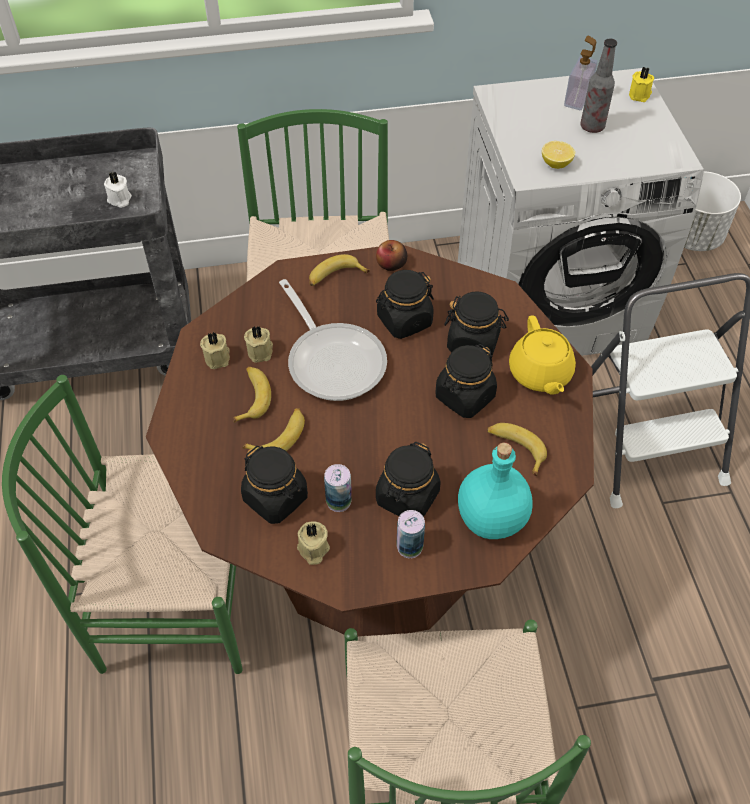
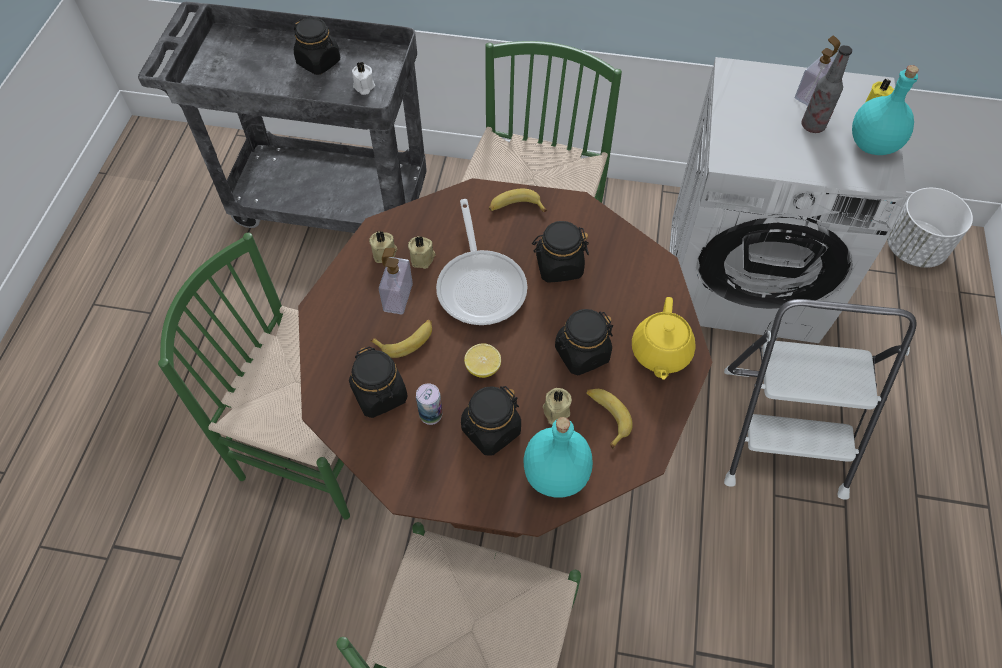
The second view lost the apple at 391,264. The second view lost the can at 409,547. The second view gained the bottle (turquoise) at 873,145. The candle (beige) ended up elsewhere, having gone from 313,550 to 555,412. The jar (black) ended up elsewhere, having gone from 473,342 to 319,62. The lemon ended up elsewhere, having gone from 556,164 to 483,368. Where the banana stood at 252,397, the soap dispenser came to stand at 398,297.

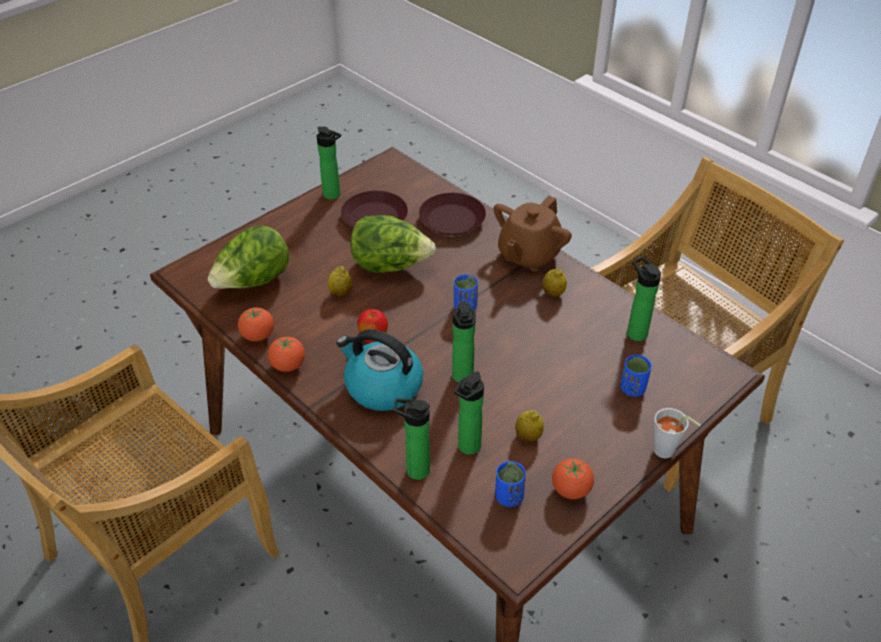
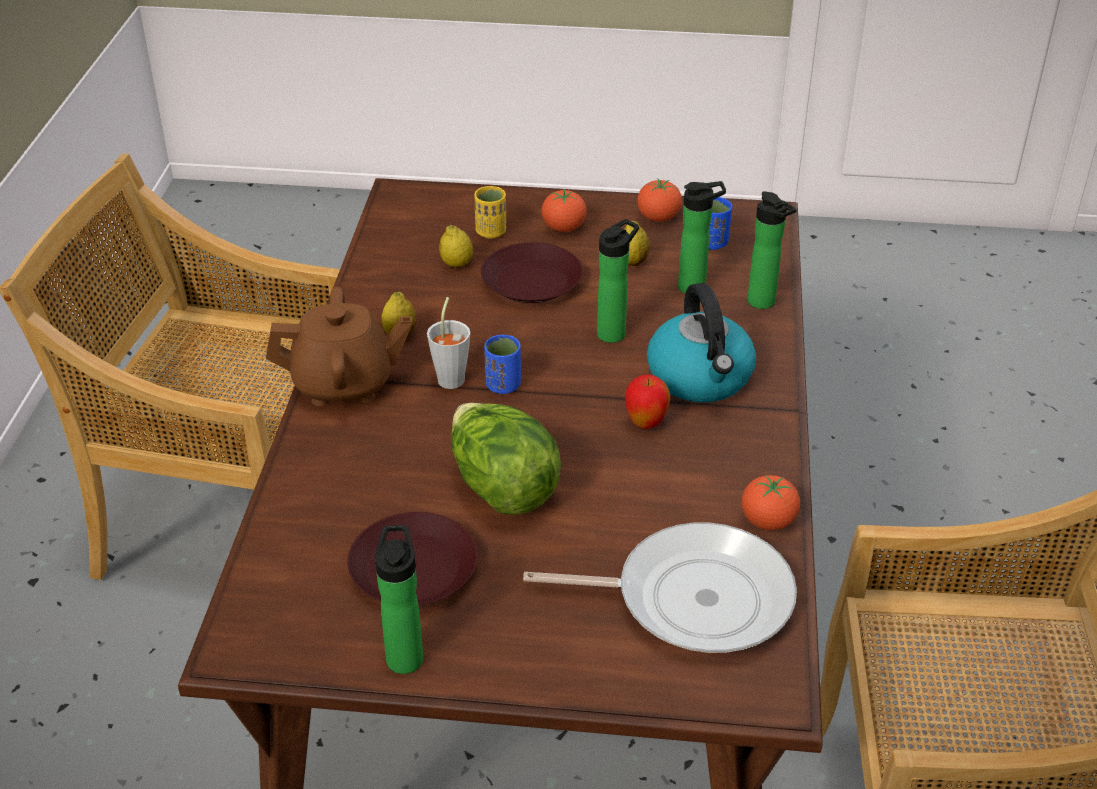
The second view lost the bottle at 634,332. The tomato ended up elsewhere, having gone from 288,365 to 563,228. The lemon ended up elsewhere, having gone from 341,293 to 456,264. The plate (brown) ended up elsewhere, having gone from 452,219 to 530,282. The cup (grey) ended up elsewhere, having gone from 667,453 to 452,376. Where the lettuce stood at 253,282, the frying pan came to stand at 693,598. What was the cup (blue) at 632,389 turned into the cup (yellow) at 491,232.

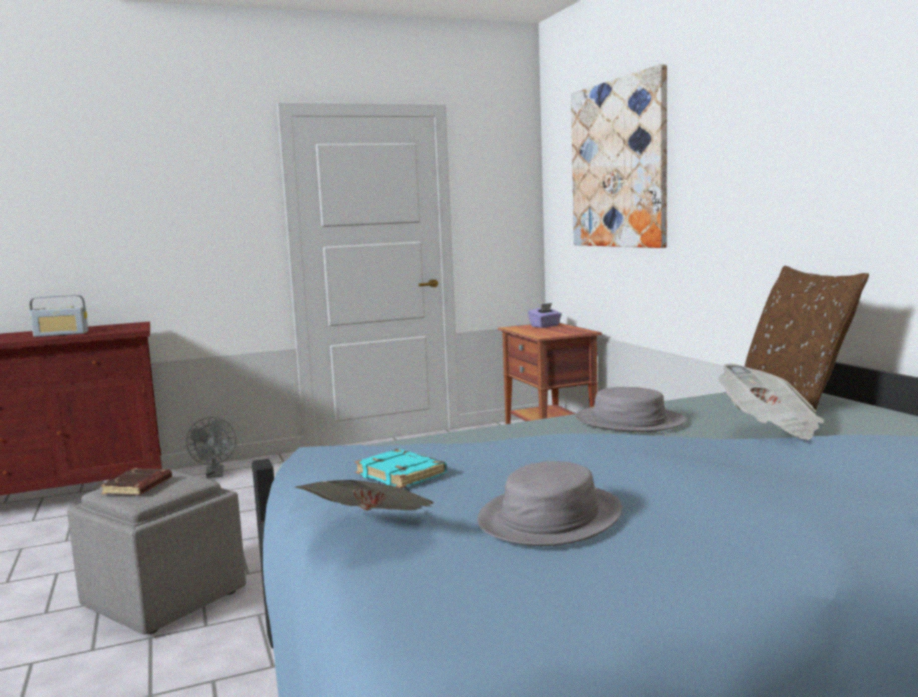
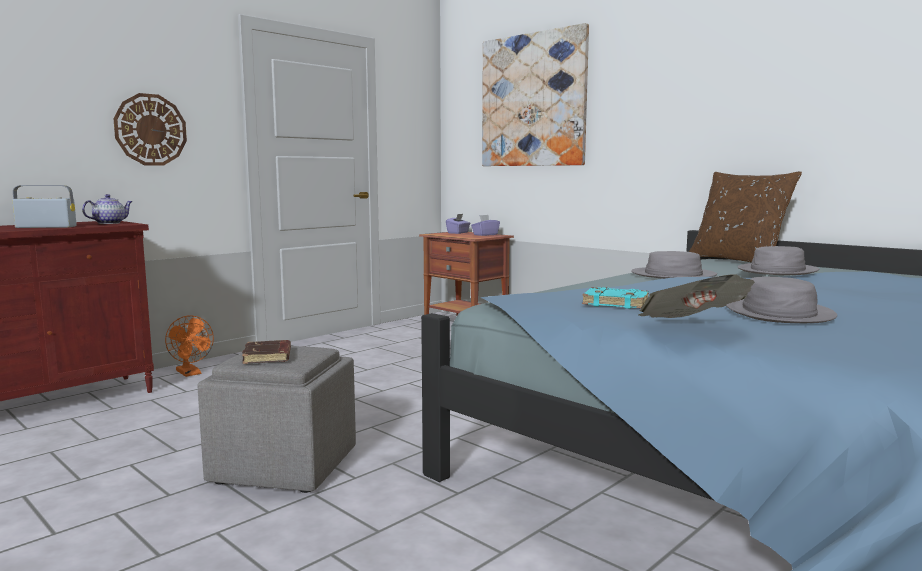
The second view gained the teapot at 110,223. The second view gained the wall clock at 150,130. The second view gained the tissue box (purple) at 485,235. Where the newspaper stood at 770,427, the hat (grey) came to stand at 777,271. What was the fan (grey) at 215,475 turned into the fan (orange) at 190,373. The radio at 61,334 ended up facing another way, 150 degrees counterclockwise from before.

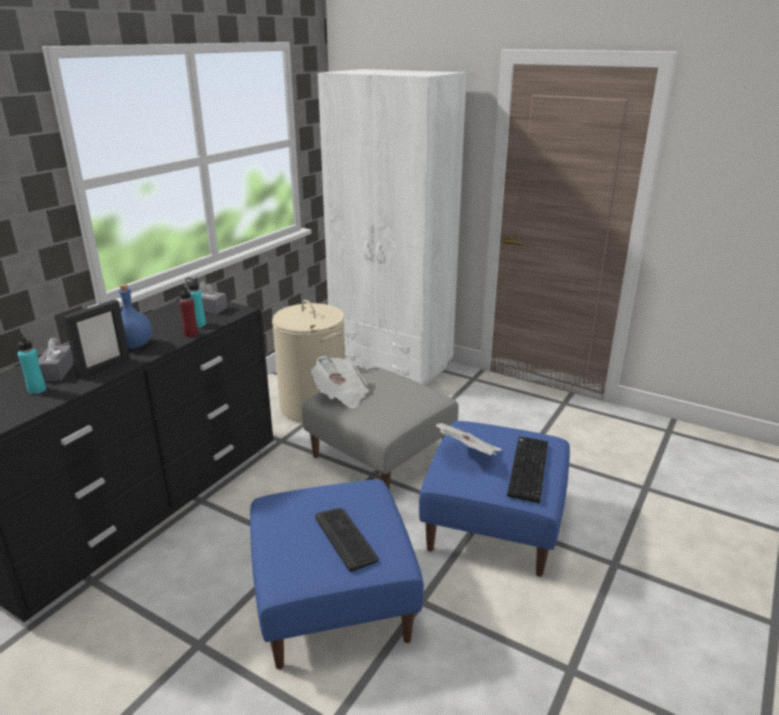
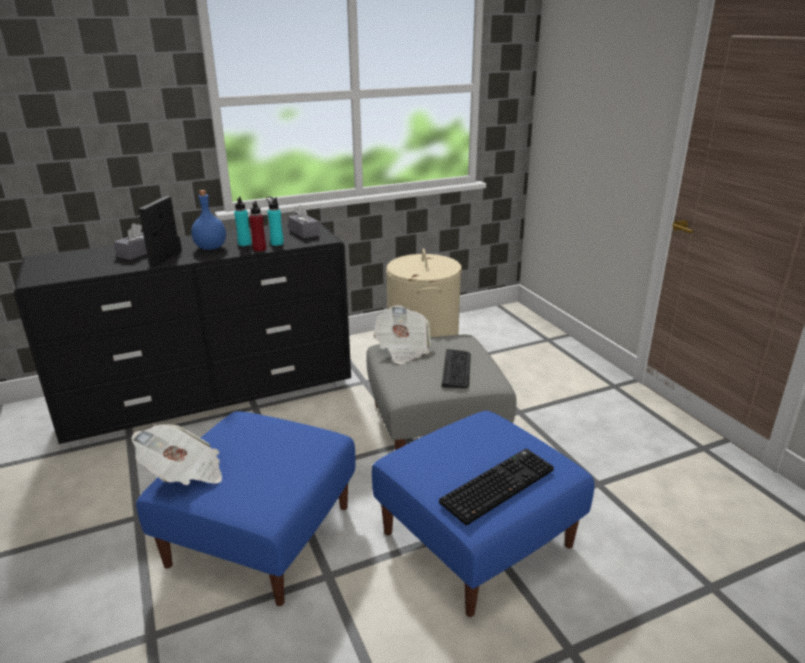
The second view lost the wardrobe (white) at 392,366. The bottle (turquoise) ended up elsewhere, having gone from 37,390 to 244,244. The keyboard ended up elsewhere, having gone from 346,538 to 456,369. The newspaper ended up elsewhere, having gone from 469,454 to 184,473. The picture frame at 104,368 ended up facing another way, 120 degrees clockwise from before.

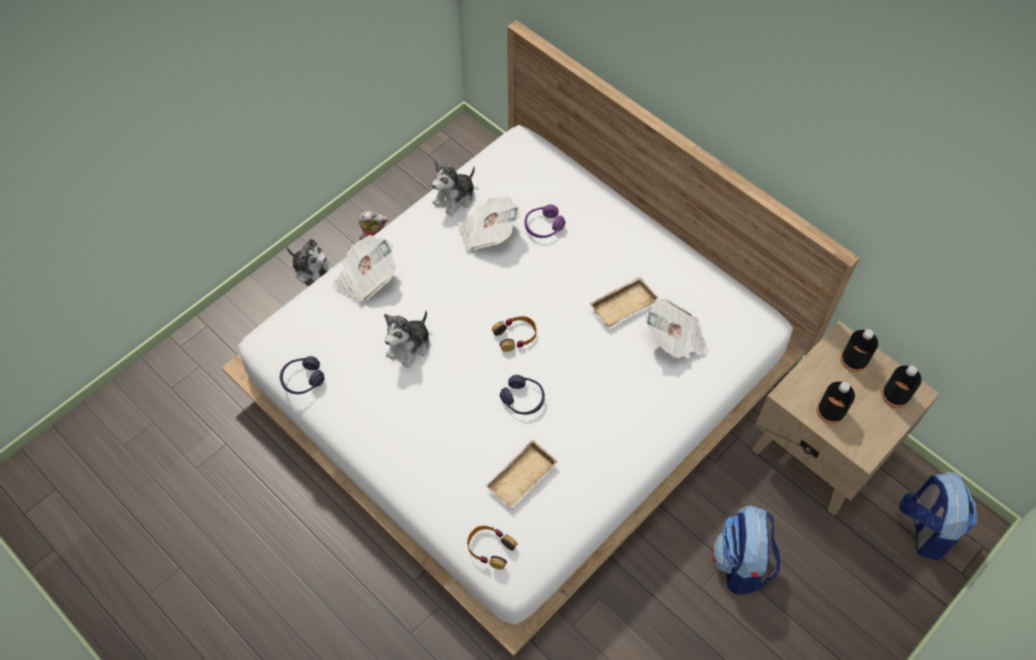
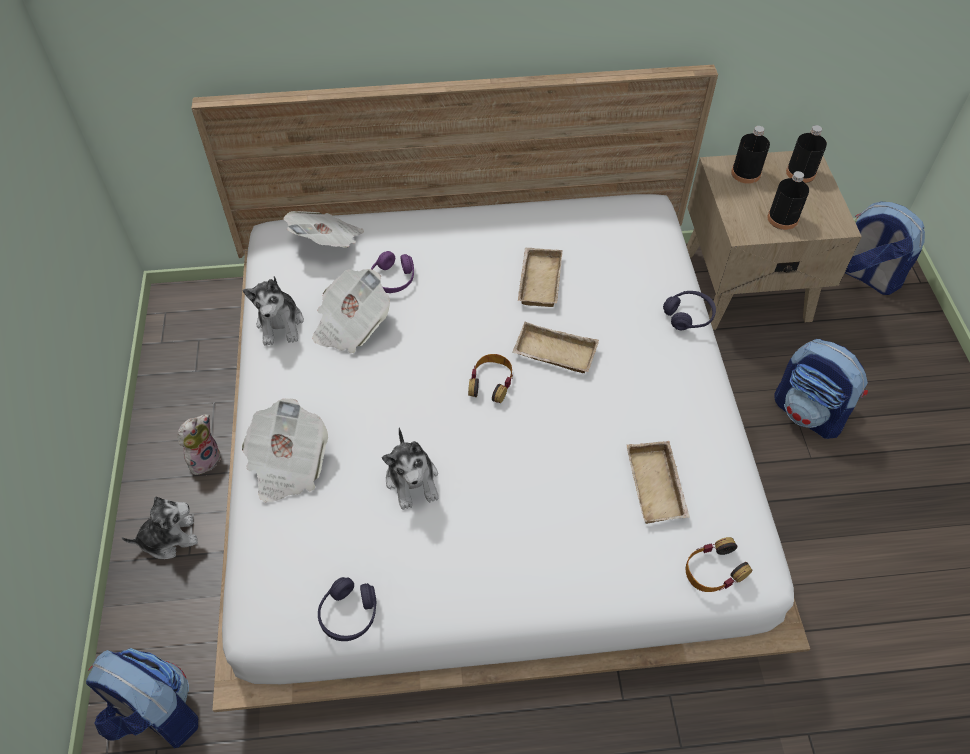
The second view gained the backpack at 156,715. The second view gained the tray (beige) at 553,354. The headphones (purple) ended up elsewhere, having gone from 523,399 to 688,316. The newspaper ended up elsewhere, having gone from 675,340 to 328,242.

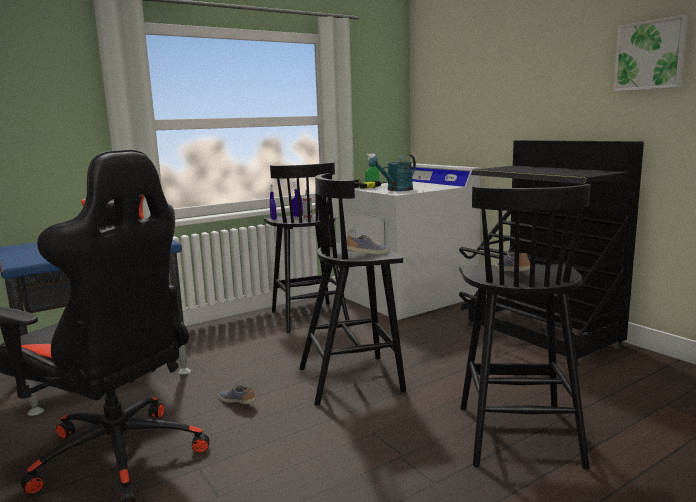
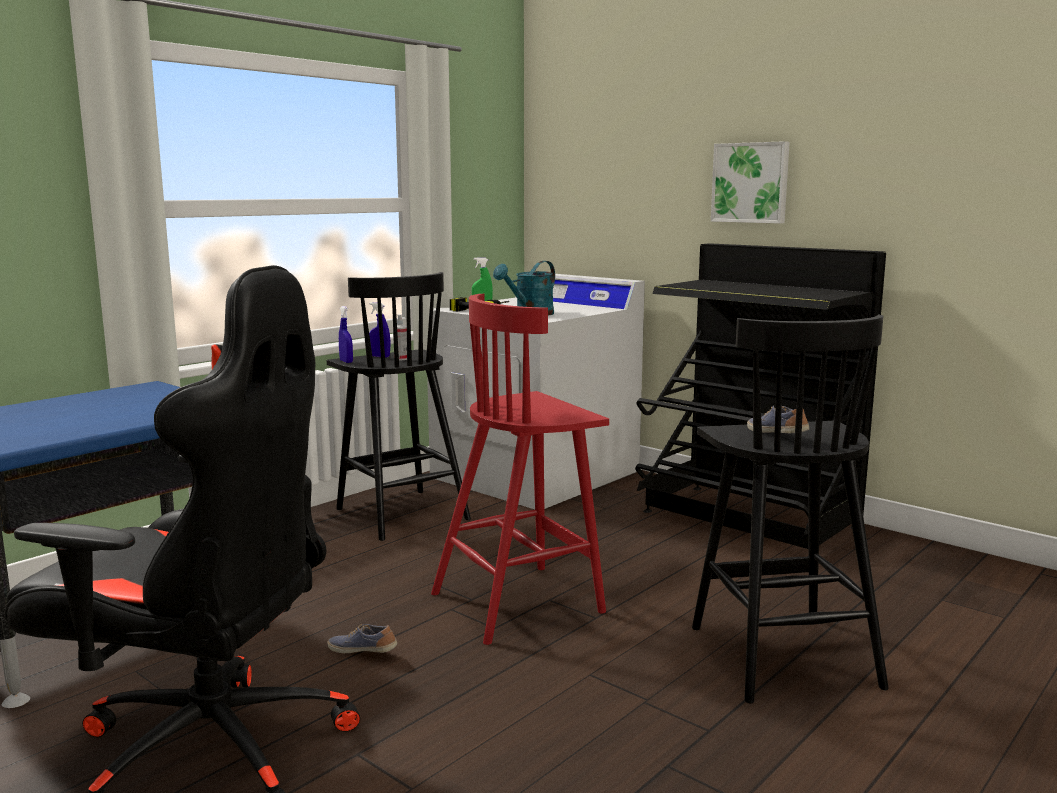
The second view lost the shoe at 368,255. The picture ended up elsewhere, having gone from 651,55 to 751,183. What was the stool (black) at 354,378 turned into the stool (red) at 522,601.

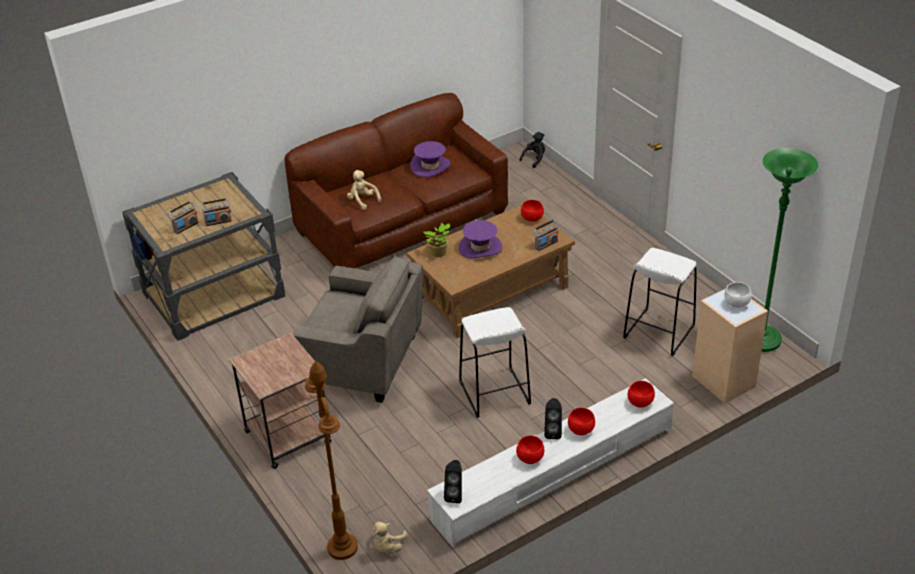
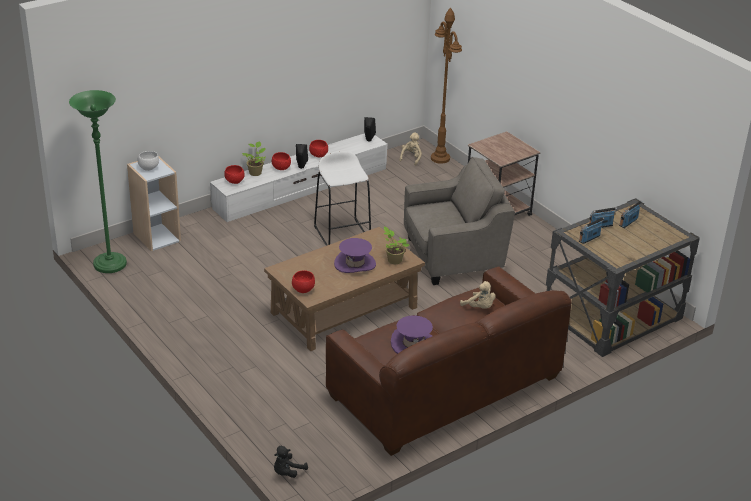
The second view lost the stool (white) at 658,332. The second view gained the potted plant at 255,172. The radio ended up elsewhere, having gone from 546,244 to 589,238. The armchair (grey) at 363,362 ended up facing another way, 150 degrees clockwise from before.

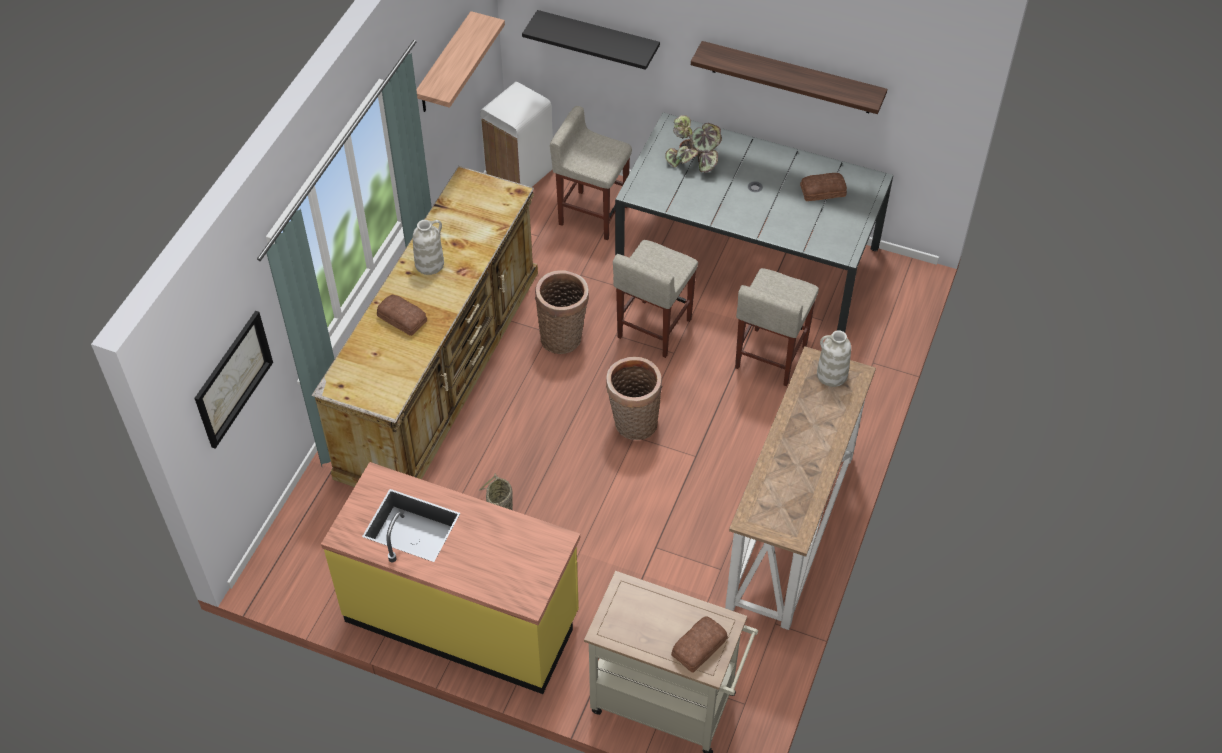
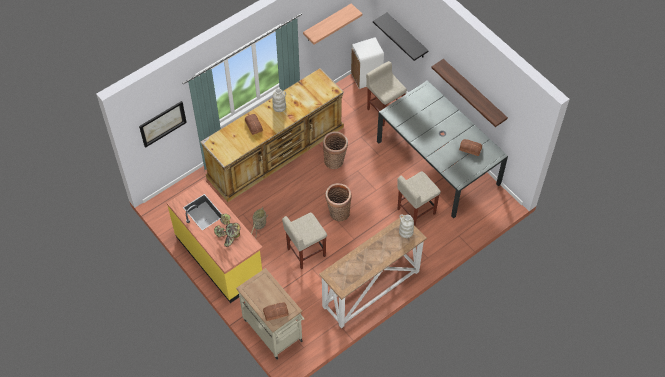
The stool (beige) ended up elsewhere, having gone from 653,329 to 305,252. The potted plant ended up elsewhere, having gone from 694,160 to 229,236.

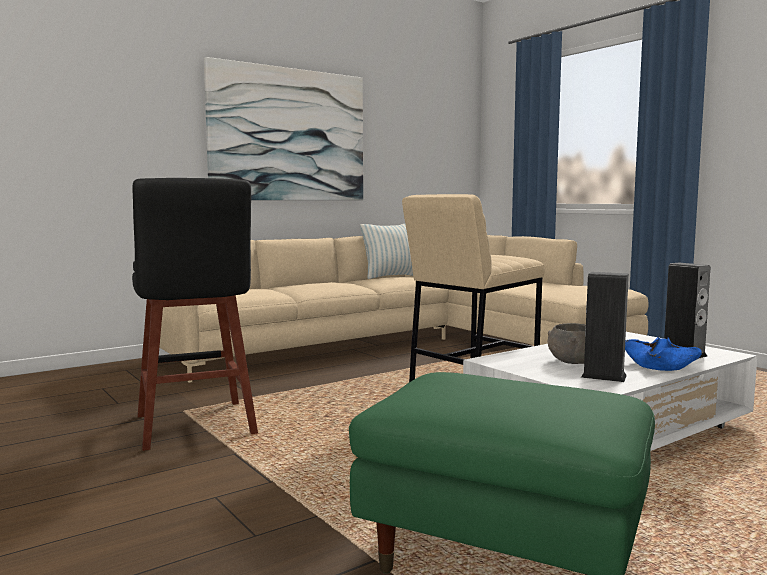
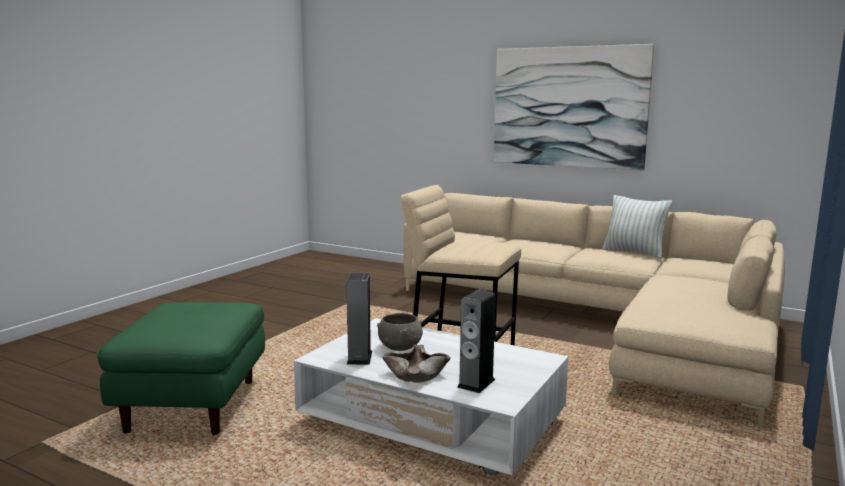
The second view lost the stool (black) at 194,426. What was the bowl (blue) at 660,365 turned into the bowl (beige) at 415,375.

